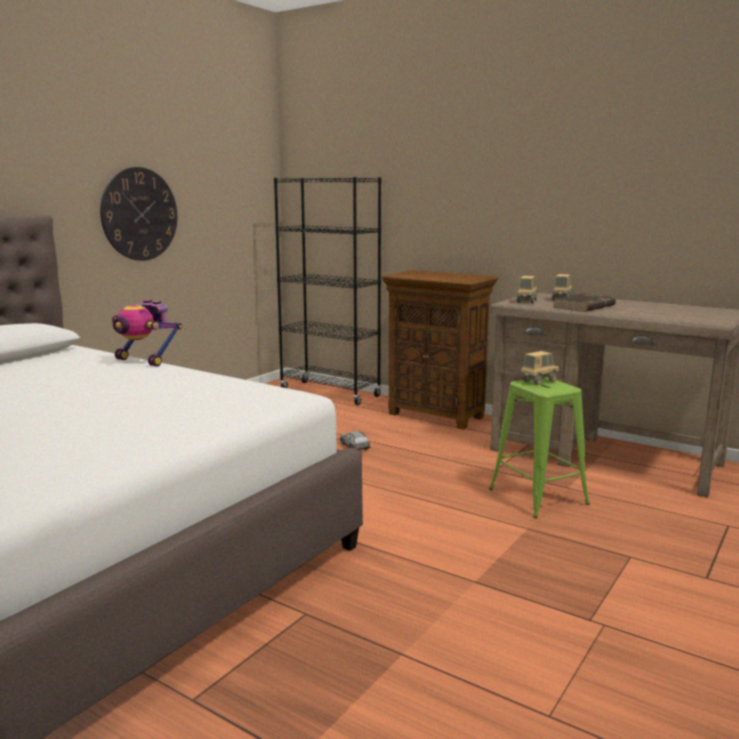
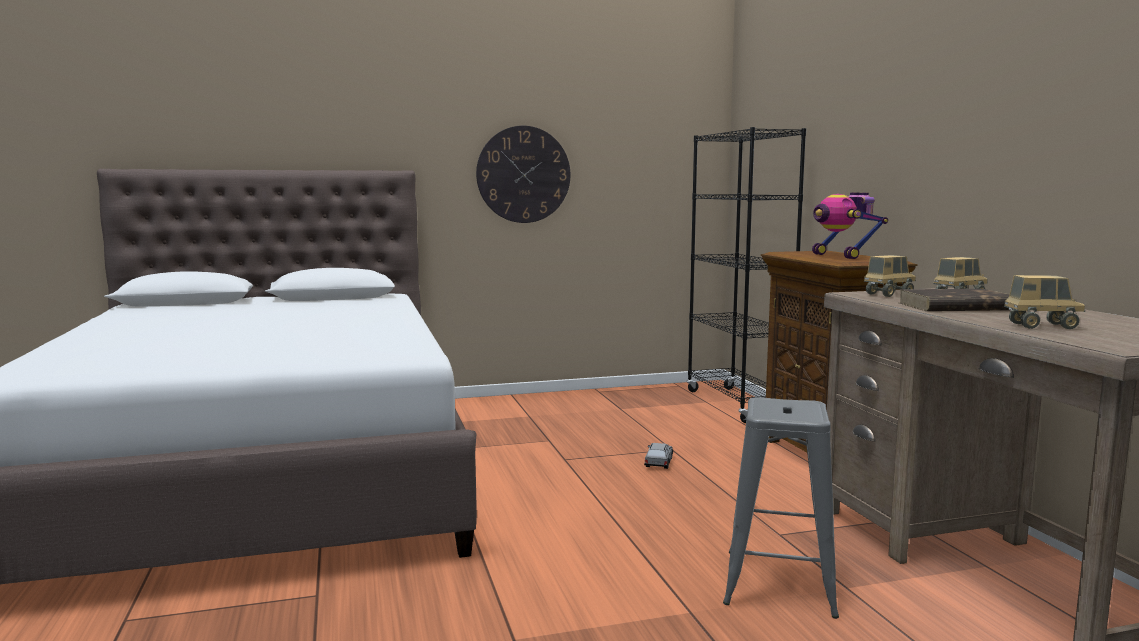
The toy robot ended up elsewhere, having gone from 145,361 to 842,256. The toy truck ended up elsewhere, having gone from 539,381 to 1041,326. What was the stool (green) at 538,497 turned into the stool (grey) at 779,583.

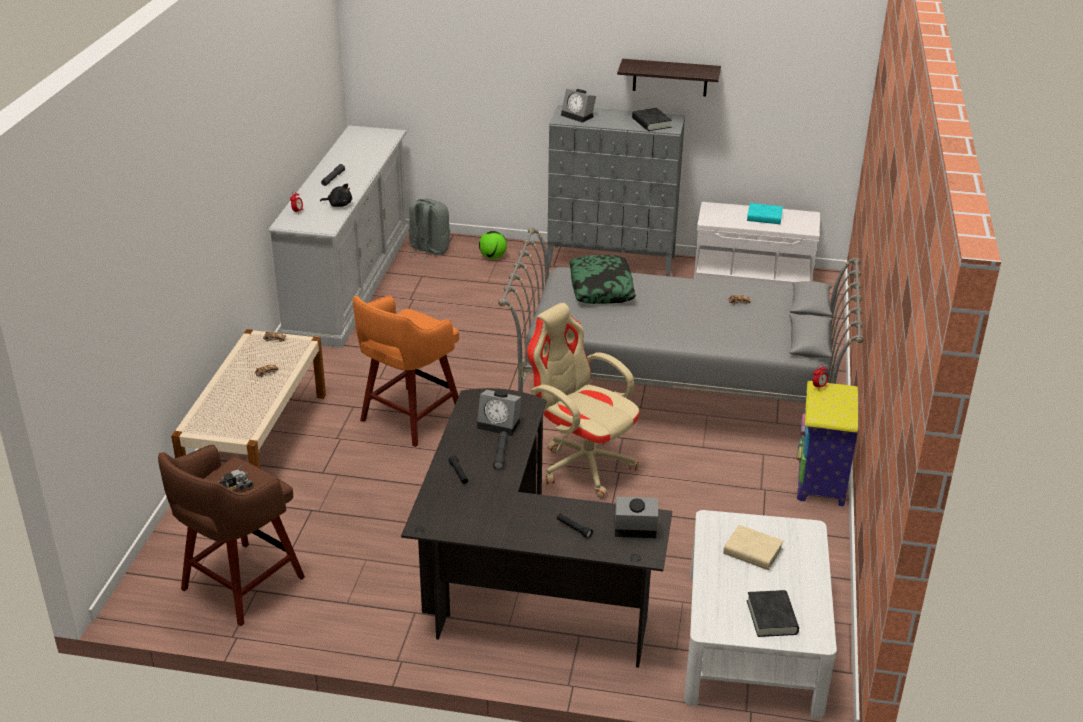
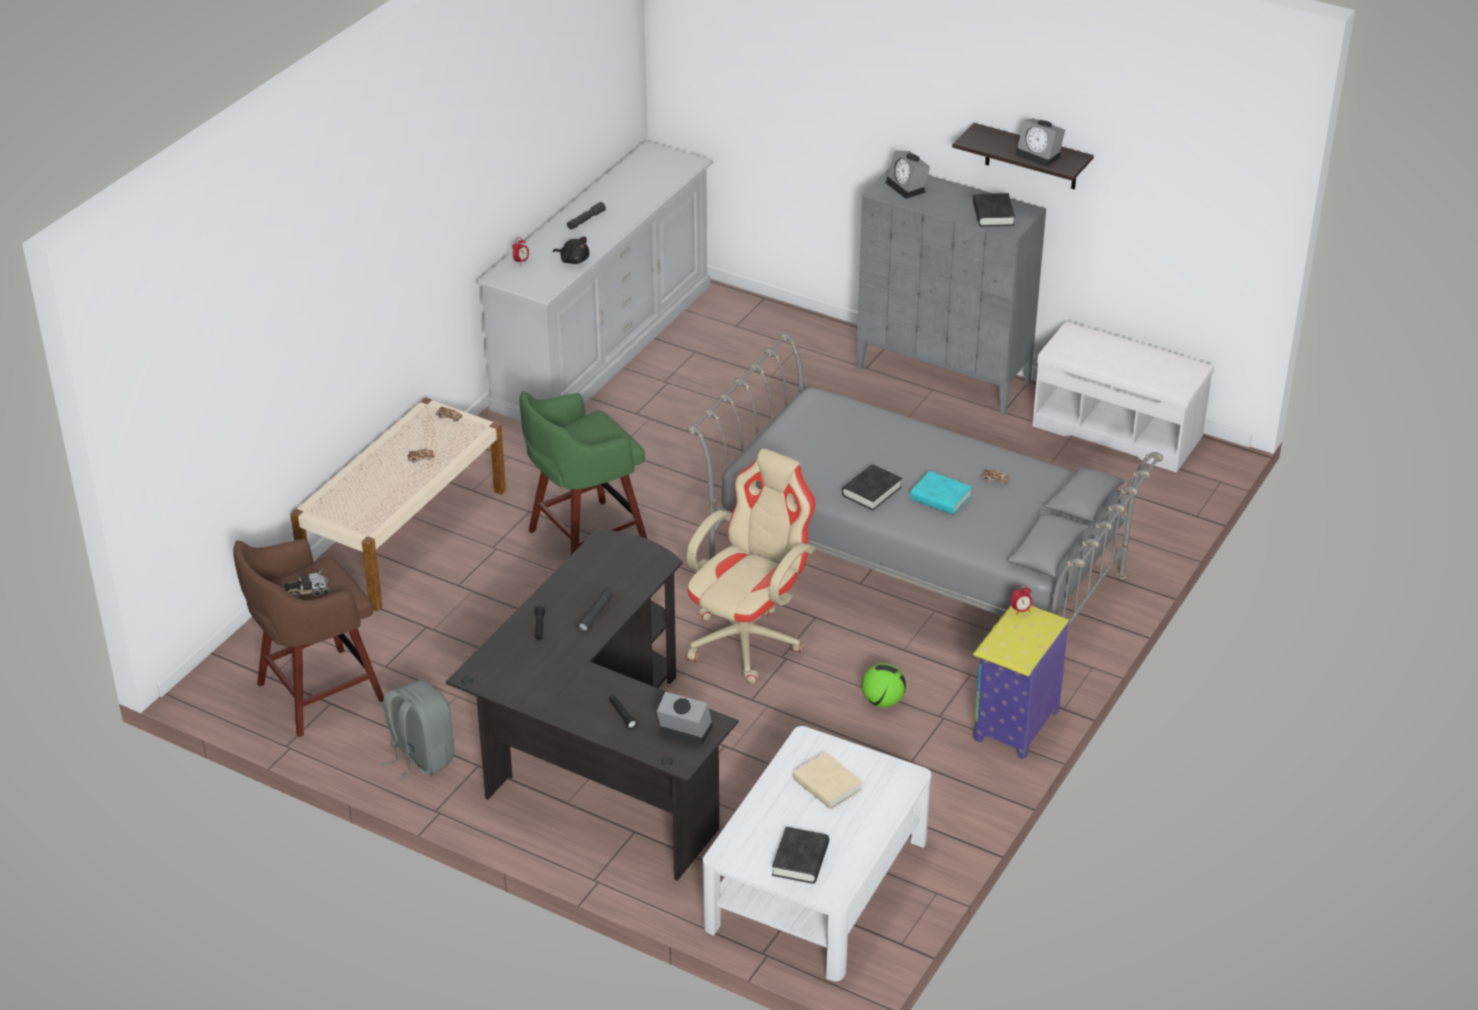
The second view lost the pillow at 601,288. The second view gained the book (black) at 871,491. The backpack (grey) ended up elsewhere, having gone from 428,250 to 420,757. The alarm clock ended up elsewhere, having gone from 500,424 to 1040,155. The football ended up elsewhere, having gone from 493,257 to 883,701. The book (turquoise) ended up elsewhere, having gone from 764,217 to 940,498. What was the stool (orange) at 409,418 turned into the stool (green) at 584,539. The office chair (beige) at 581,463 ended up facing another way, 60 degrees clockwise from before.

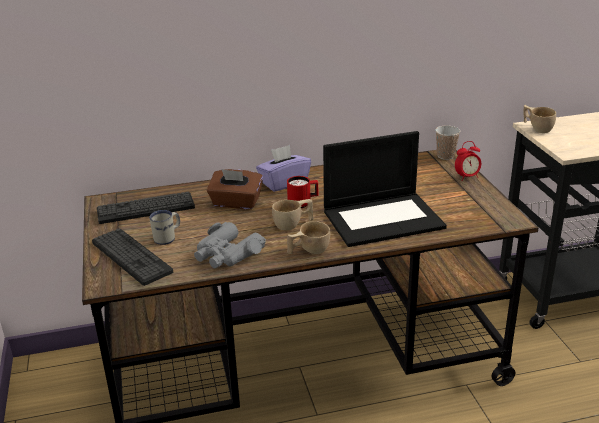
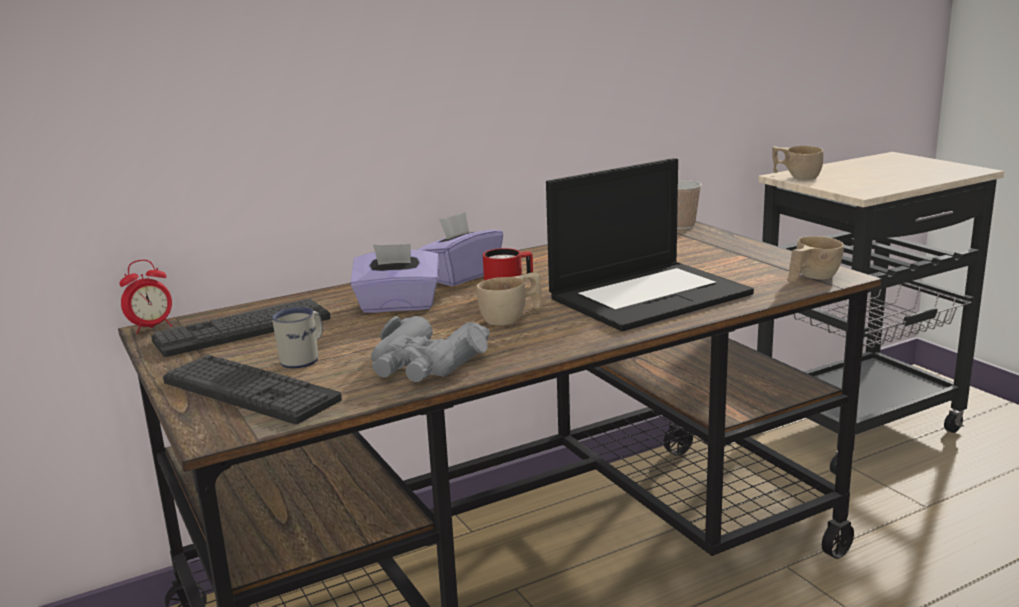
The cup (beige) ended up elsewhere, having gone from 308,251 to 810,278. The alarm clock ended up elsewhere, having gone from 467,177 to 152,328. What was the tissue box (brown) at 236,203 turned into the tissue box (purple) at 398,305.

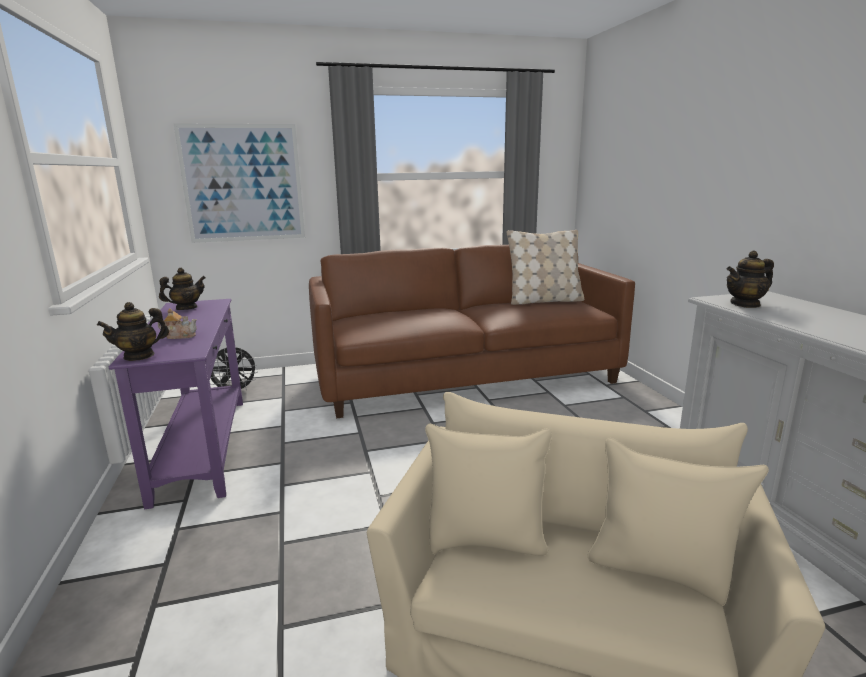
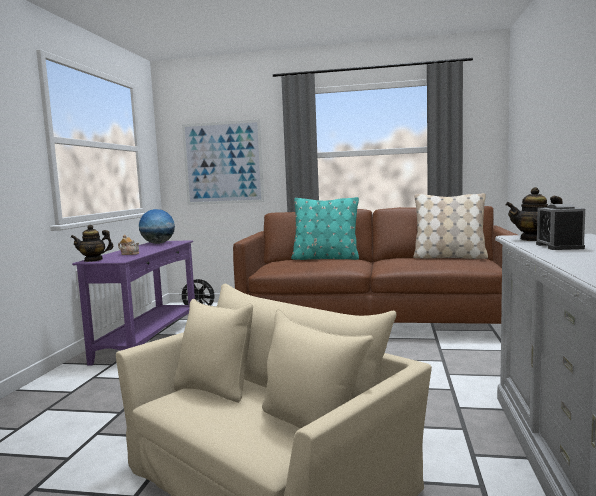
The second view gained the pillow (turquoise) at 325,258. The second view gained the alarm clock at 559,246. Where the teapot stood at 186,308, the globe came to stand at 158,243.

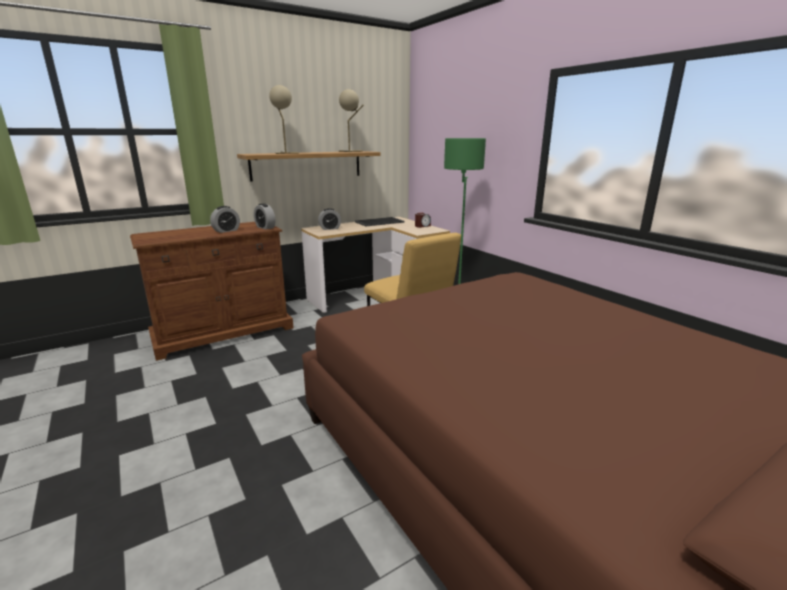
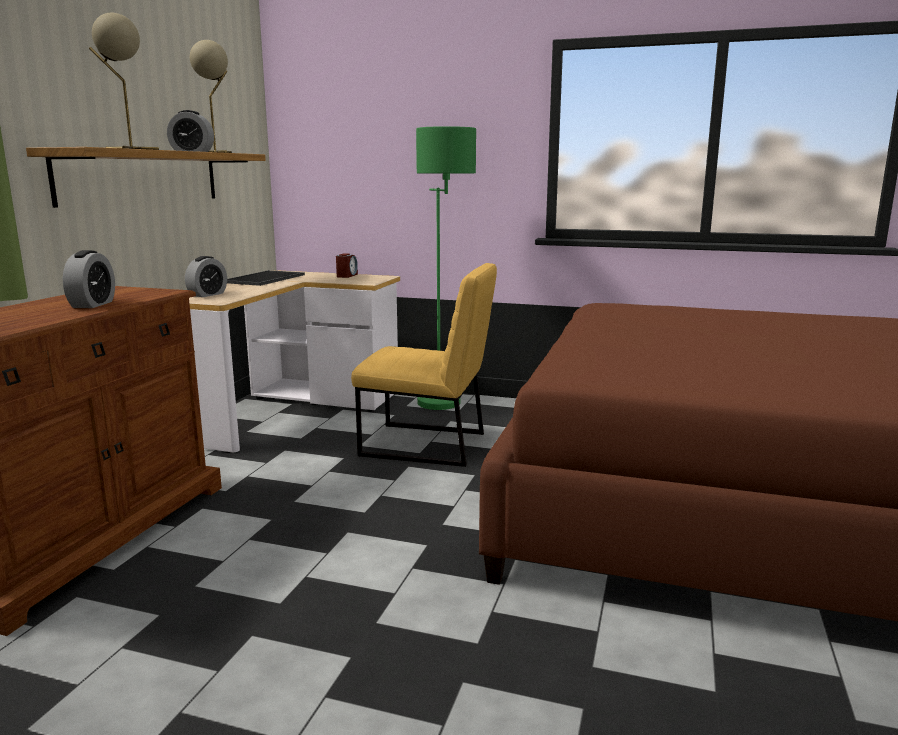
The alarm clock ended up elsewhere, having gone from 265,227 to 192,152.

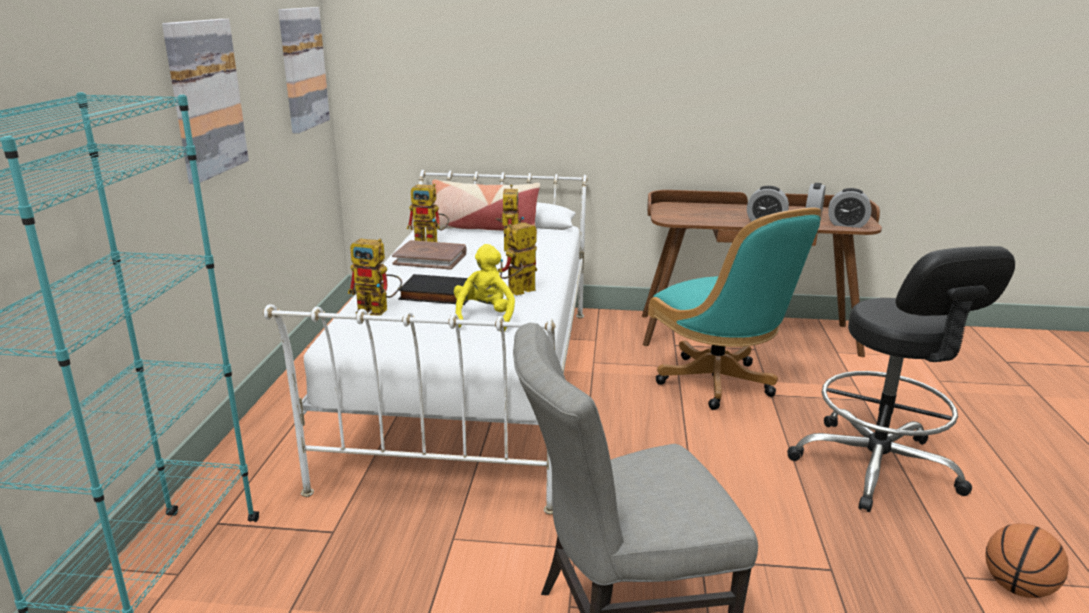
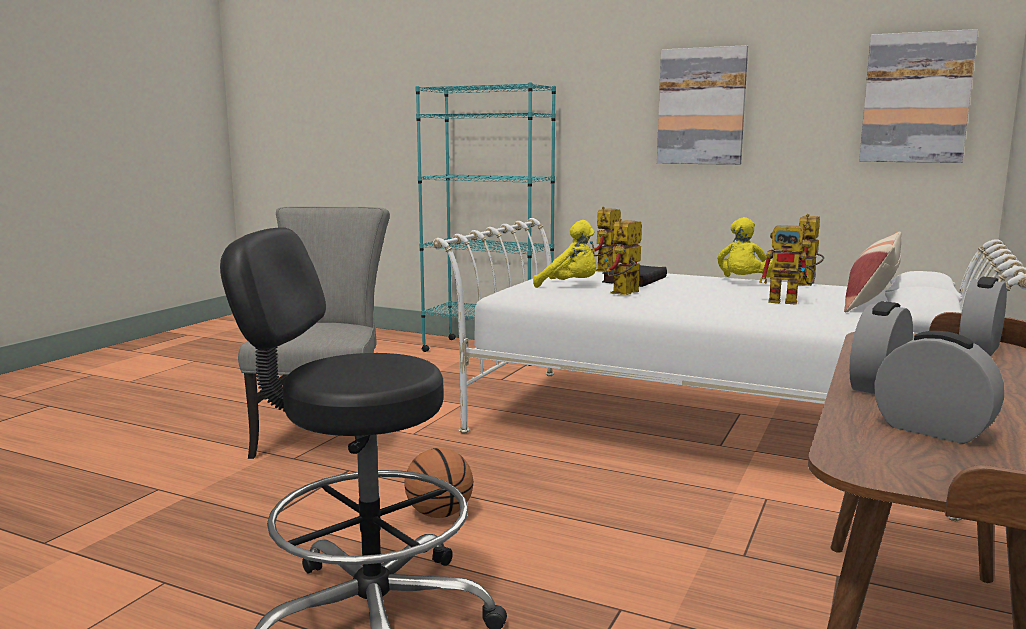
The second view lost the office chair (turquoise) at 722,387. The alarm clock ended up elsewhere, having gone from 847,224 to 979,349. The basketball ended up elsewhere, having gone from 1017,587 to 439,514. Where the book (brown) stood at 430,258, the plush toy (yellow) came to stand at 743,282. The toy robot at 517,293 ended up facing another way, 120 degrees counterclockwise from before.

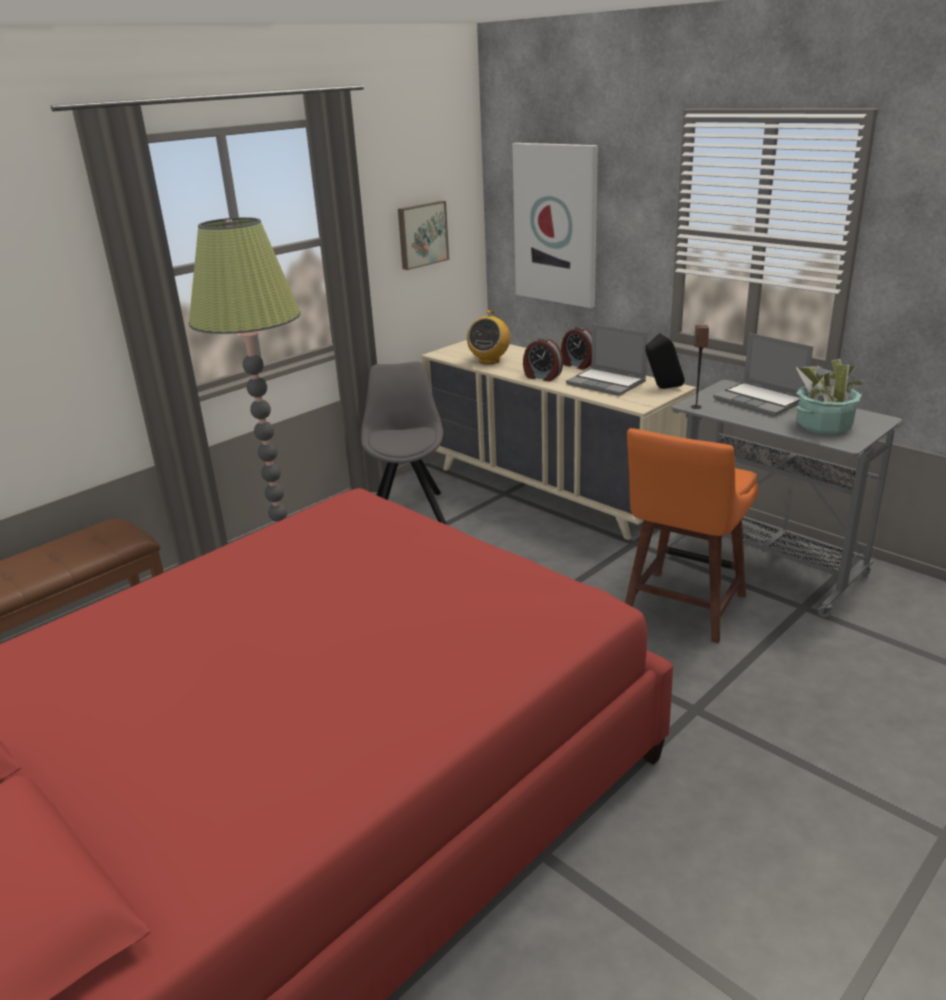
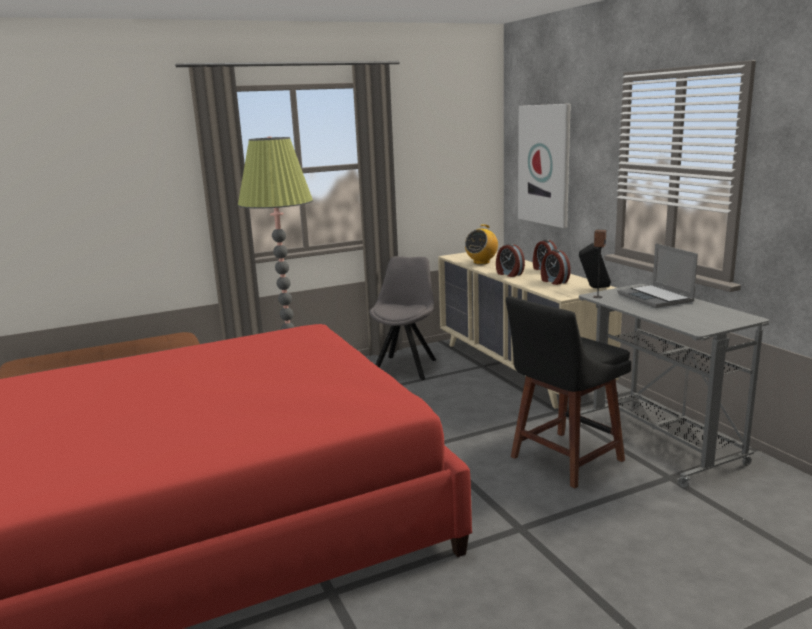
The second view lost the picture at 421,234. The second view lost the potted plant at 823,425. Where the laptop stood at 607,383, the alarm clock came to stand at 554,281. What was the stool (orange) at 681,608 turned into the stool (black) at 563,460.

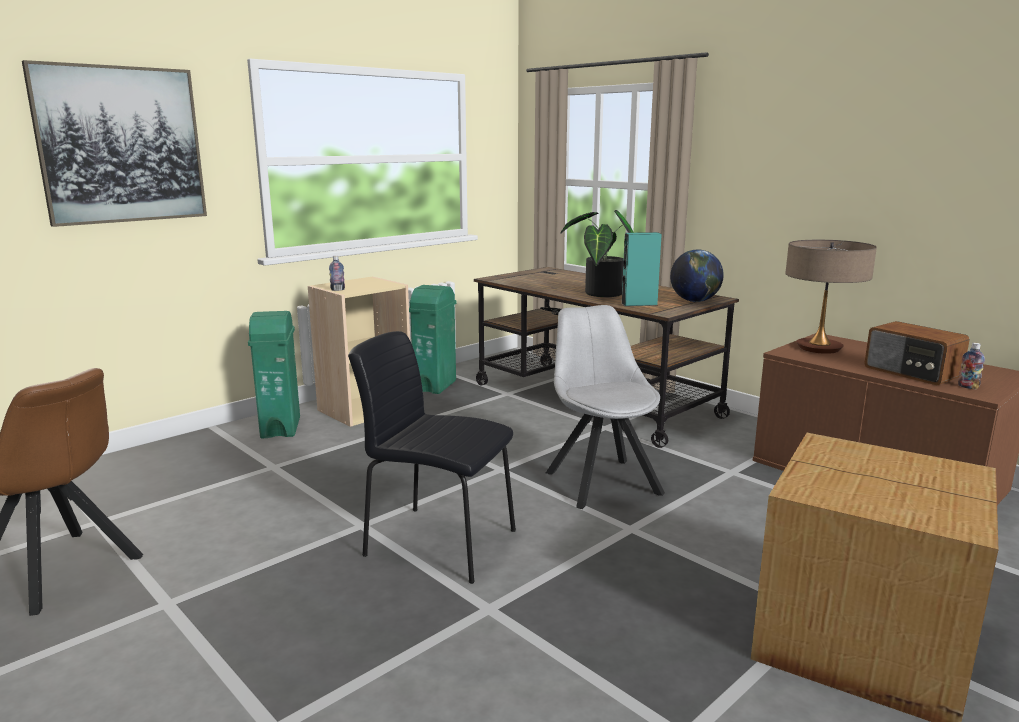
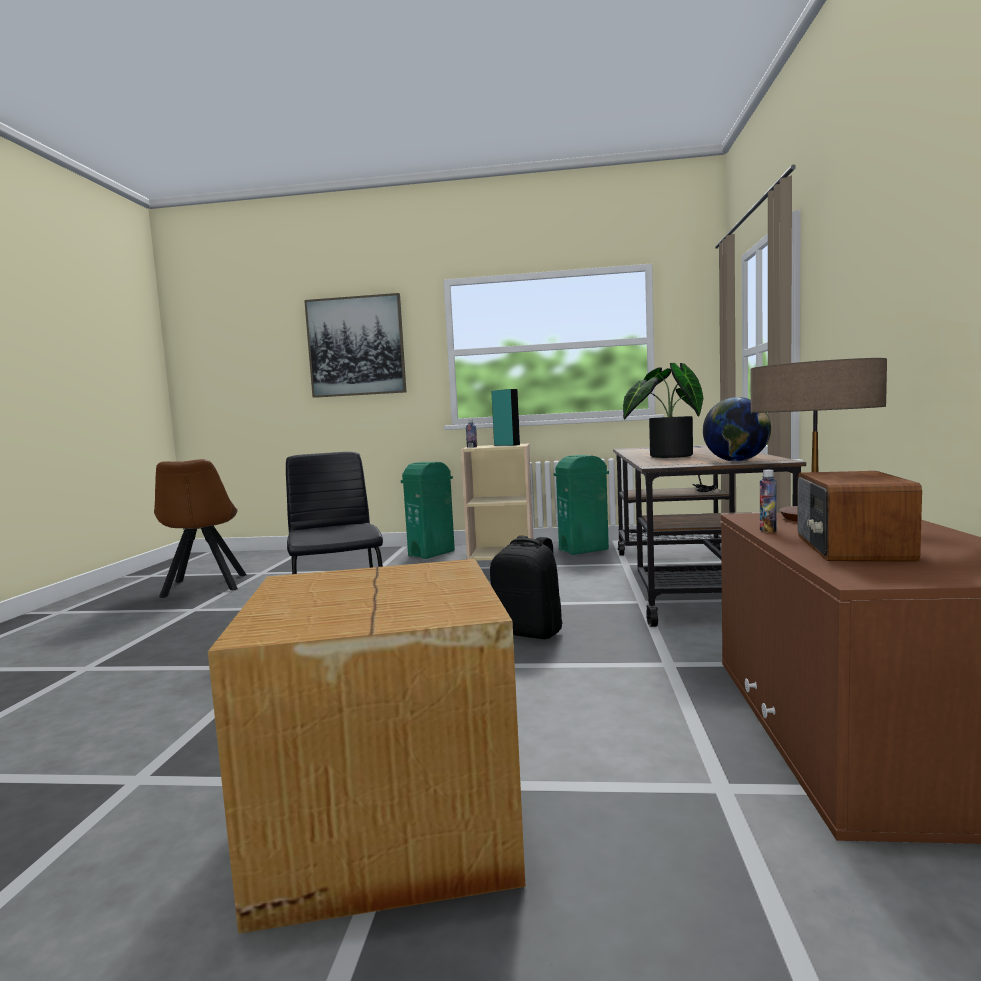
The speaker (turquoise) ended up elsewhere, having gone from 639,304 to 506,445. The bottle ended up elsewhere, having gone from 968,387 to 768,530. Where the chair (grey) stood at 601,481, the backpack (black) came to stand at 529,632.

